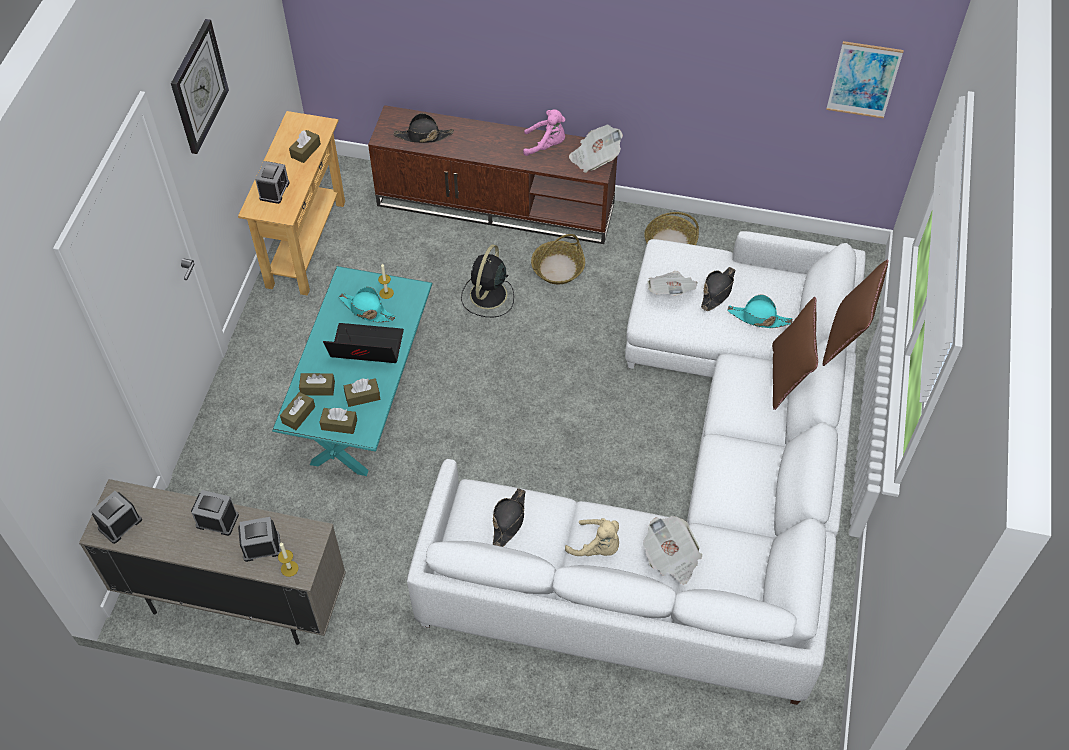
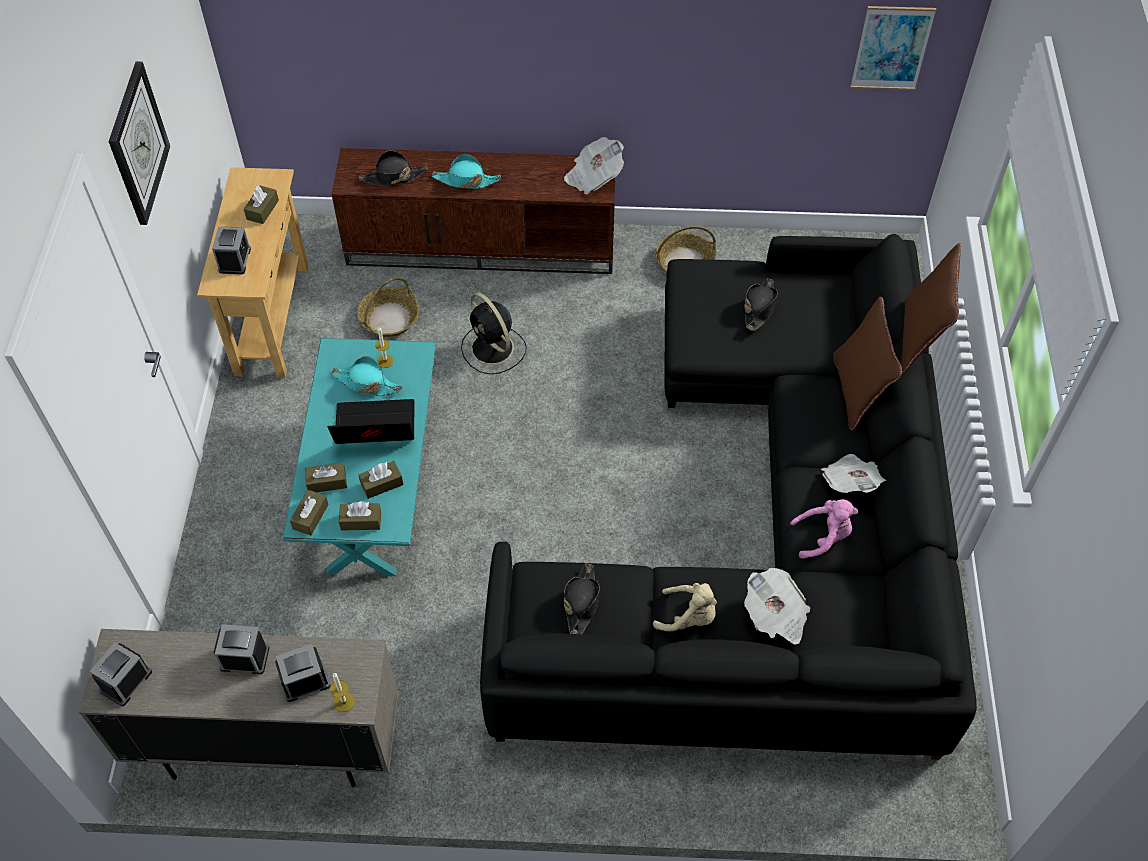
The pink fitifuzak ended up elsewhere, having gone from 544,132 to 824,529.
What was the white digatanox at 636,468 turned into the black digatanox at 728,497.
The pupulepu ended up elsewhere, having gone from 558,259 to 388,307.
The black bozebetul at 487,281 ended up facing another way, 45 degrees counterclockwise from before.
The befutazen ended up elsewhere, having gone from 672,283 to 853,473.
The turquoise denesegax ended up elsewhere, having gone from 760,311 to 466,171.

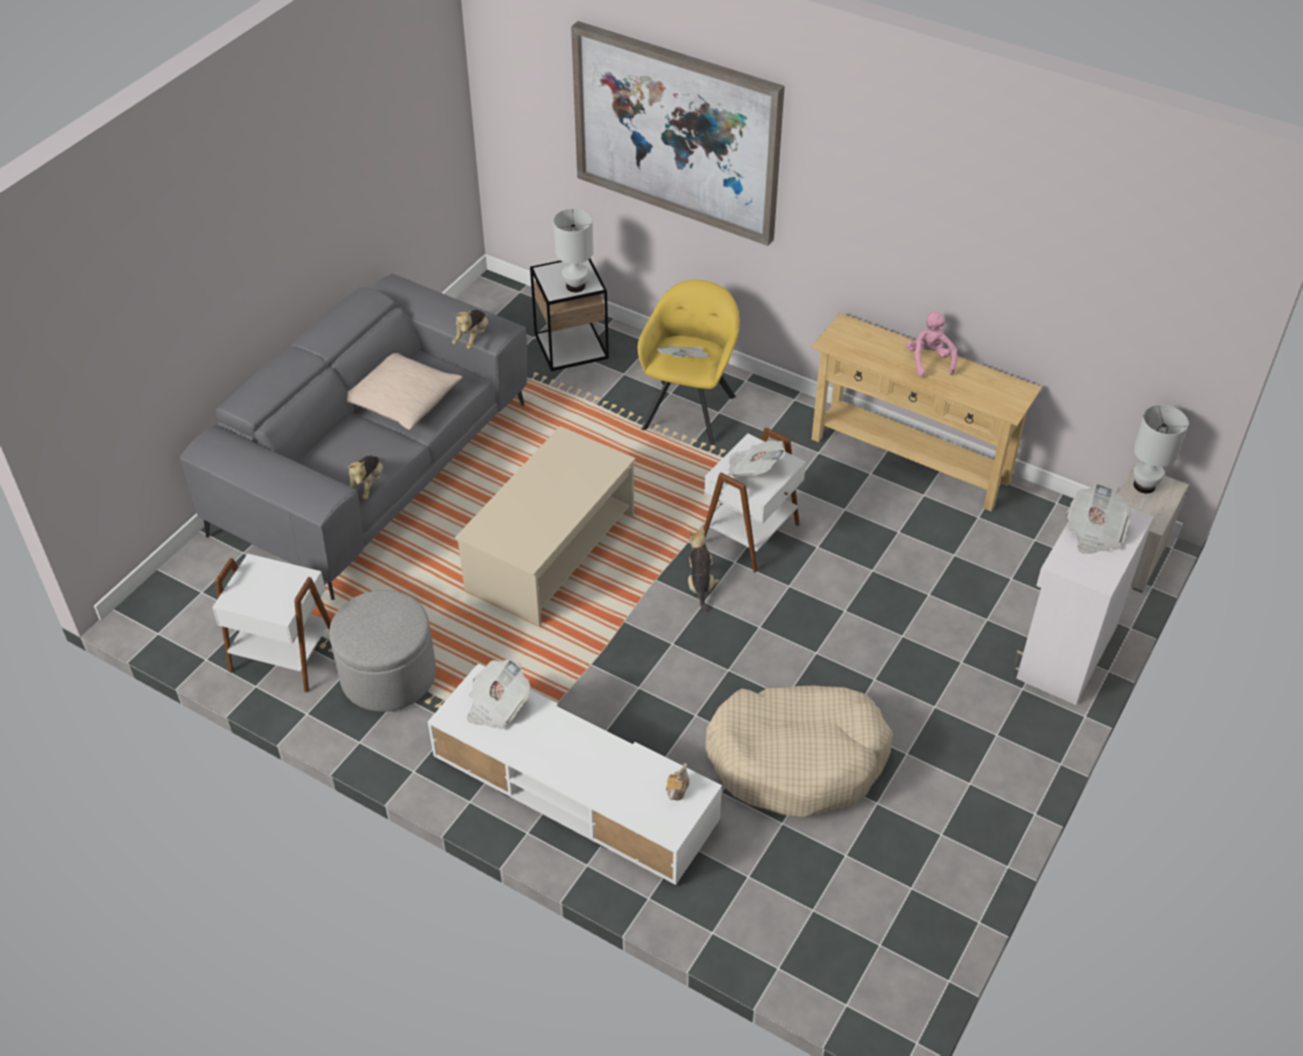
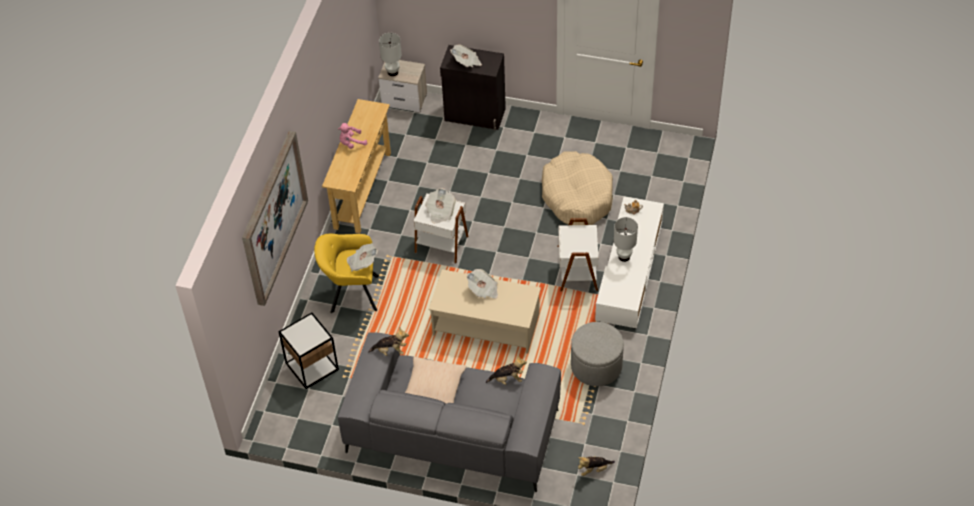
The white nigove ended up elsewhere, having gone from 573,250 to 626,239.
What was the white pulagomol at 1083,606 turned into the black pulagomol at 473,88.
The fitifuzak ended up elsewhere, having gone from 703,570 to 596,466.
The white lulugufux ended up elsewhere, having gone from 271,623 to 577,254.
The befutazen ended up elsewhere, having gone from 498,694 to 482,284.

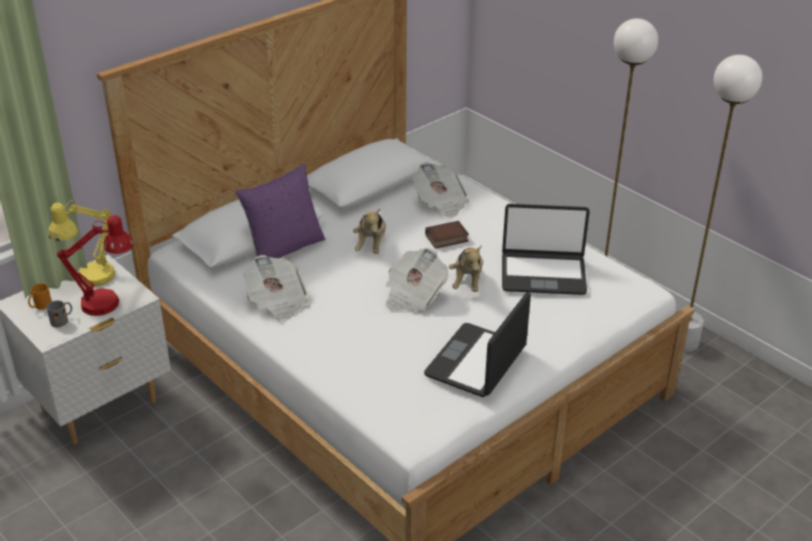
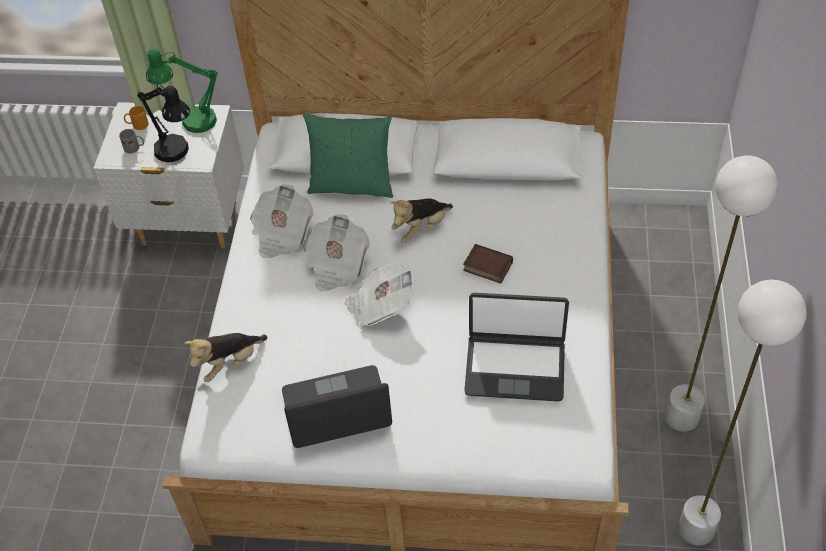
The befutazen ended up elsewhere, having gone from 441,190 to 337,252.
What was the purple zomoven at 280,210 turned into the green zomoven at 348,155.
What was the yellow nigove at 81,243 turned into the green nigove at 182,90.
The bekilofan at 546,249 ended up facing another way, 45 degrees counterclockwise from before.
What was the red nigove at 95,265 turned into the black nigove at 163,123.
The fitifuzak ended up elsewhere, having gone from 466,268 to 225,357.

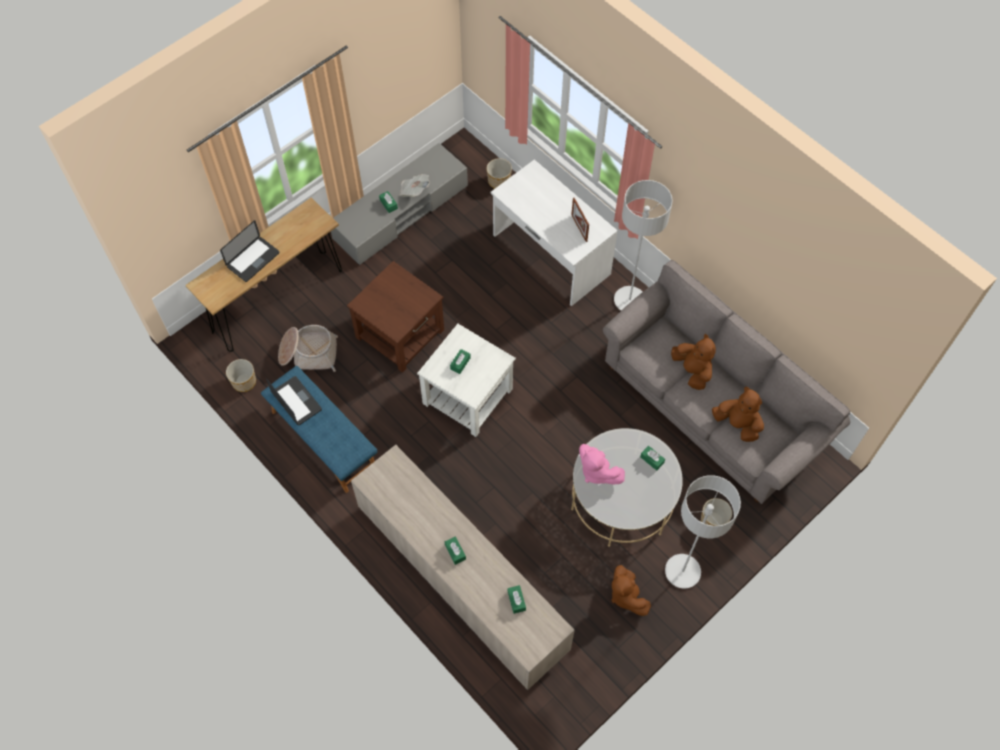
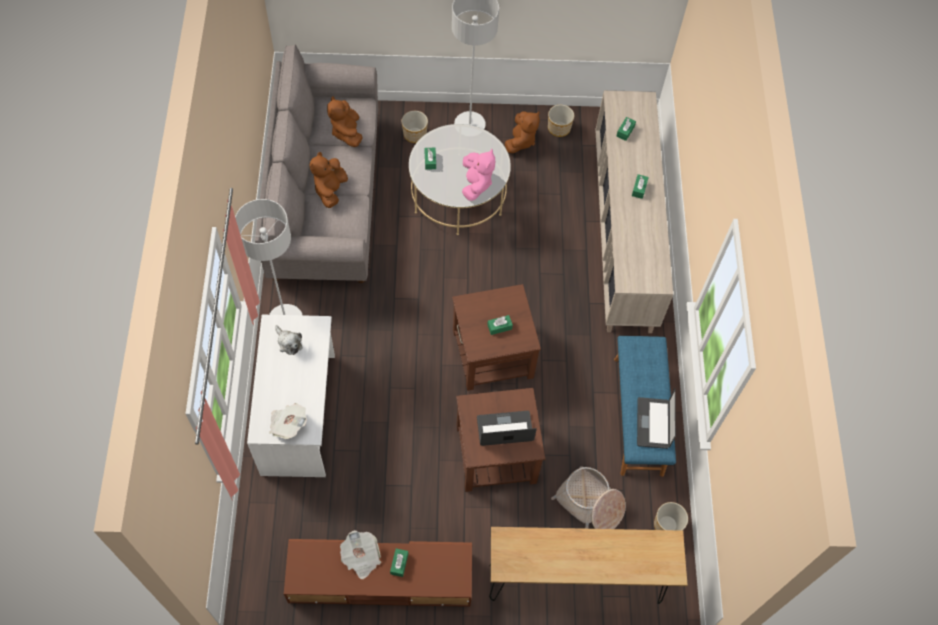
What was the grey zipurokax at 399,204 turned into the brown zipurokax at 378,573.
The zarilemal ended up elsewhere, having gone from 499,173 to 561,121.
Where the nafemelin stood at 580,220, the fitifuzak came to stand at 288,340.
The bekilofan ended up elsewhere, having gone from 250,251 to 507,428.
What was the white lulugufux at 466,380 turned into the brown lulugufux at 496,337.
The second view gained the befutazen at 288,421.

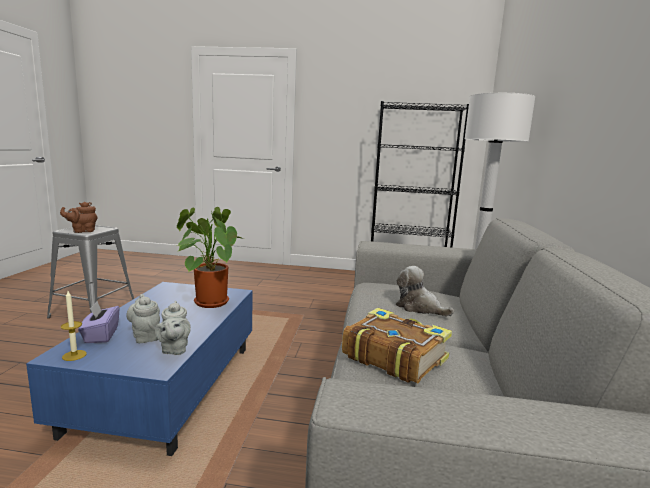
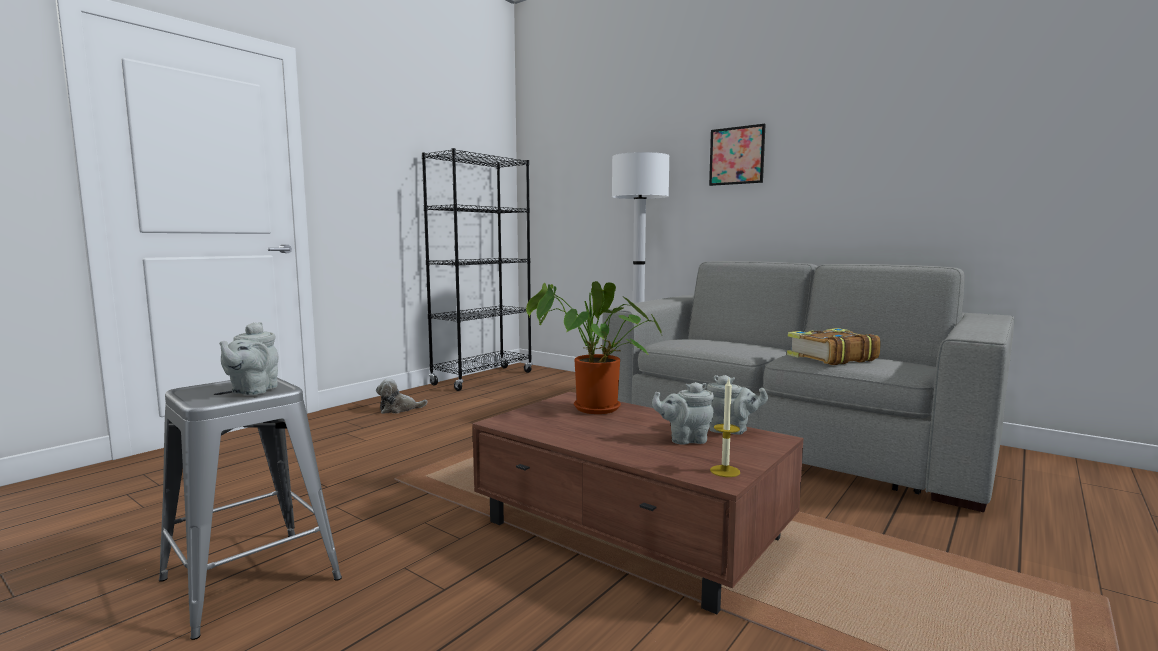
What was the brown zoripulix at 79,217 turned into the grey zoripulix at 249,358.
The fitifuzak ended up elsewhere, having gone from 424,291 to 402,396.
What was the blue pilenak at 139,369 turned into the brown pilenak at 637,503.
The second view lost the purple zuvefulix at 98,322.
The second view gained the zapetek at 737,155.

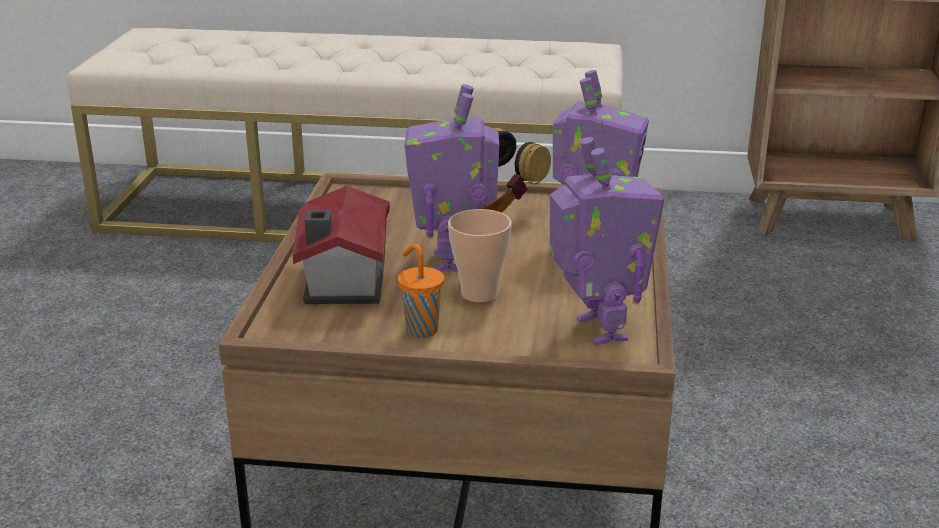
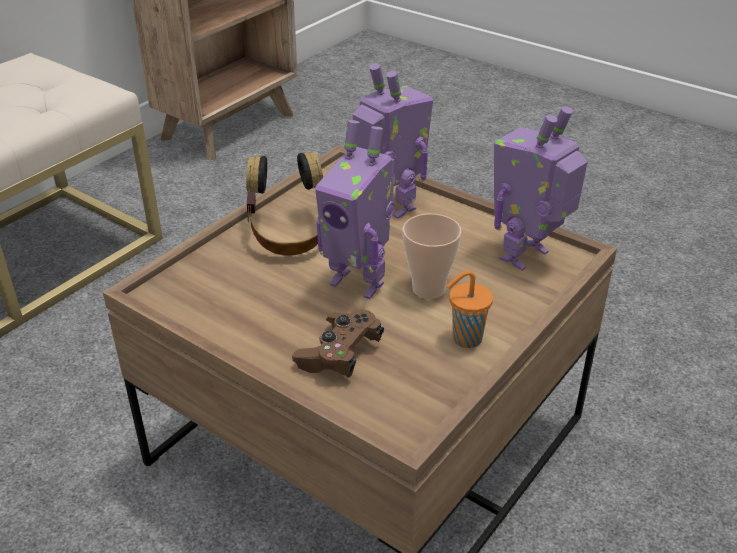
The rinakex at 607,241 ended up facing another way, 60 degrees counterclockwise from before.
Where the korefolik stood at 341,245, the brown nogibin came to stand at 338,343.

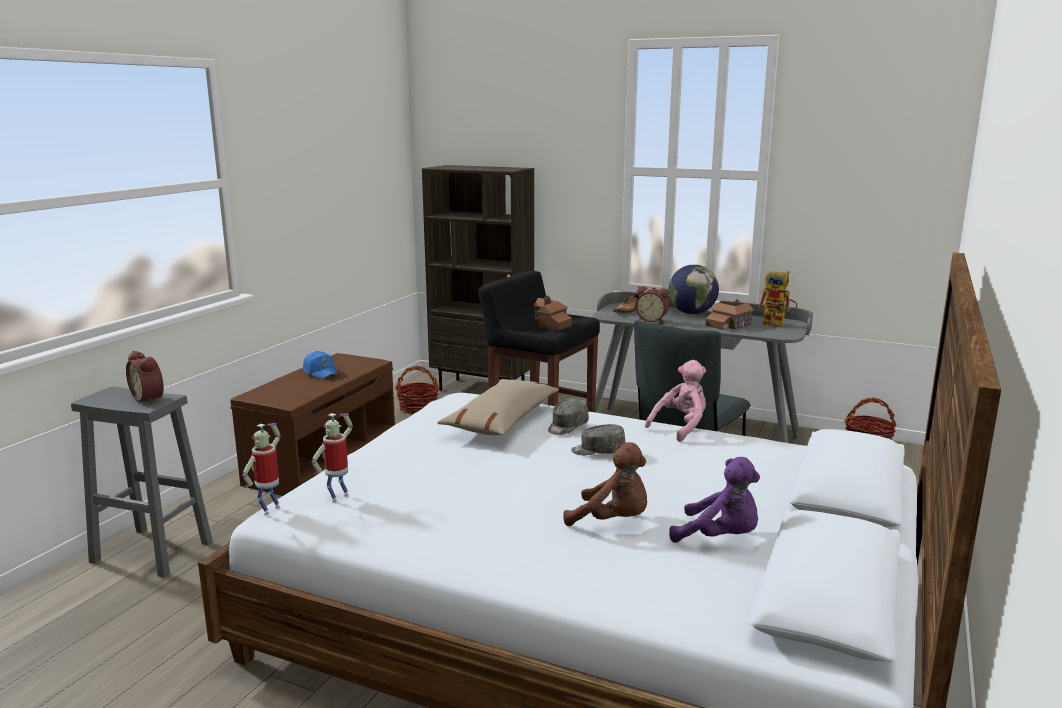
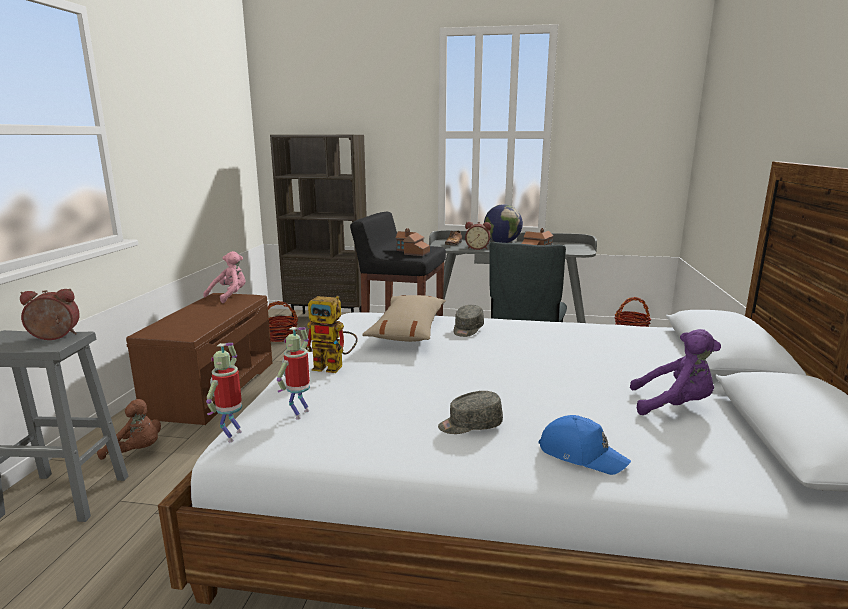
The rinakex ended up elsewhere, having gone from 777,299 to 332,334.
The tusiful at 145,377 ended up facing another way, 135 degrees clockwise from before.
The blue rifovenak ended up elsewhere, having gone from 320,365 to 585,445.
The pink fitifuzak ended up elsewhere, having gone from 675,401 to 224,277.
The grey rifovenak ended up elsewhere, having gone from 598,439 to 470,412.
The brown fitifuzak ended up elsewhere, having gone from 605,484 to 129,429.

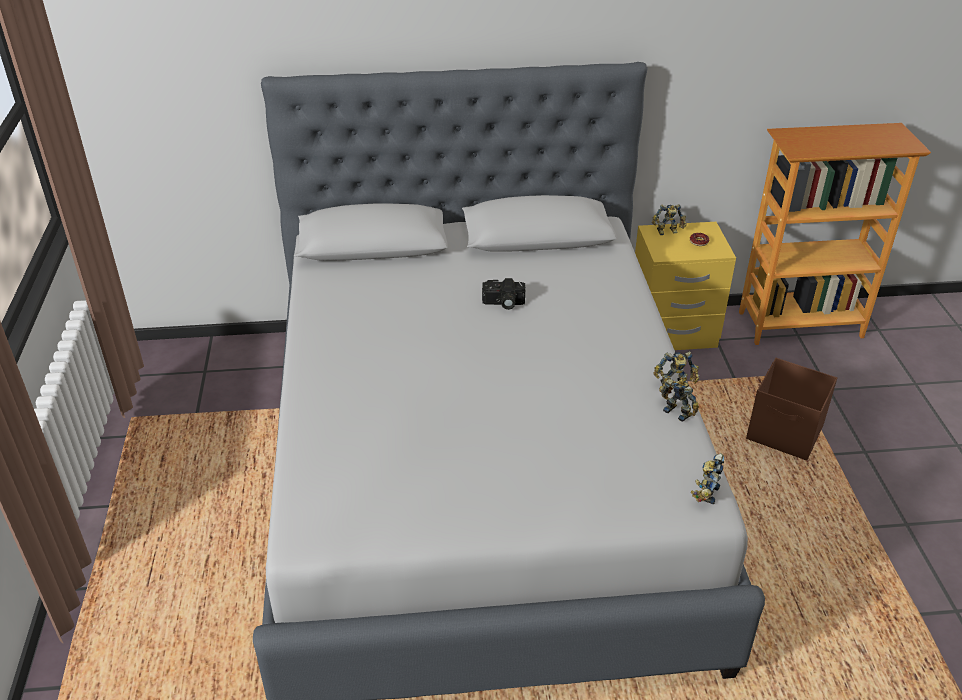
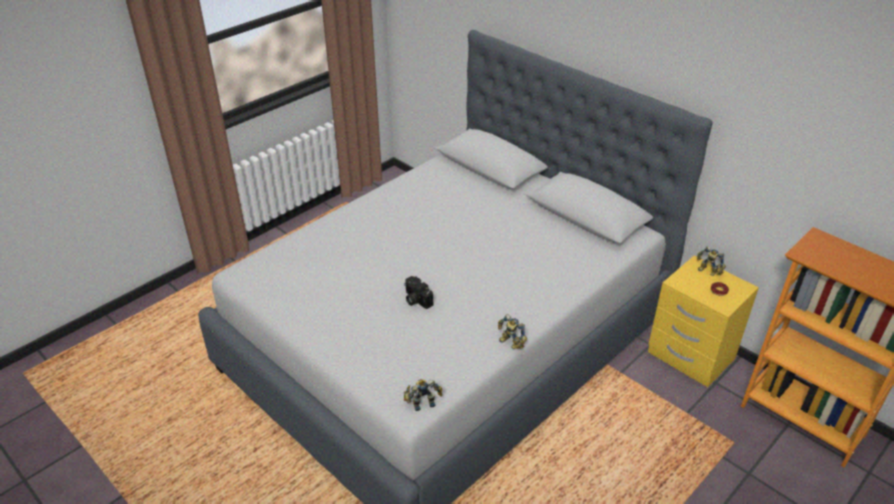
The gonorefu ended up elsewhere, having gone from 503,294 to 418,292.
The second view lost the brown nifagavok at 791,409.
The second view lost the rinakex at 679,400.

